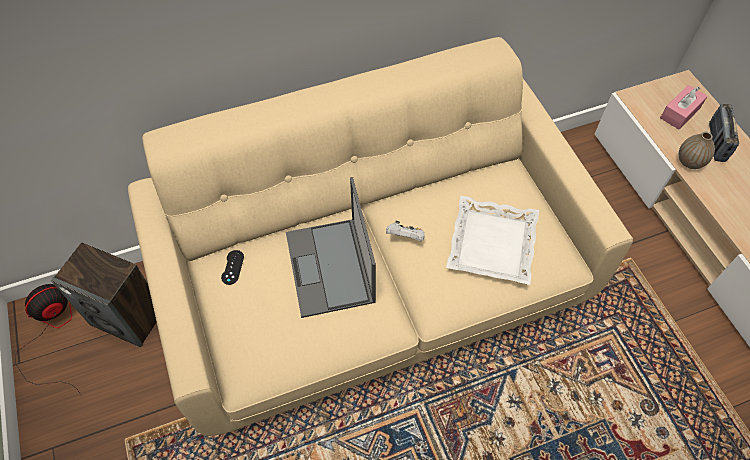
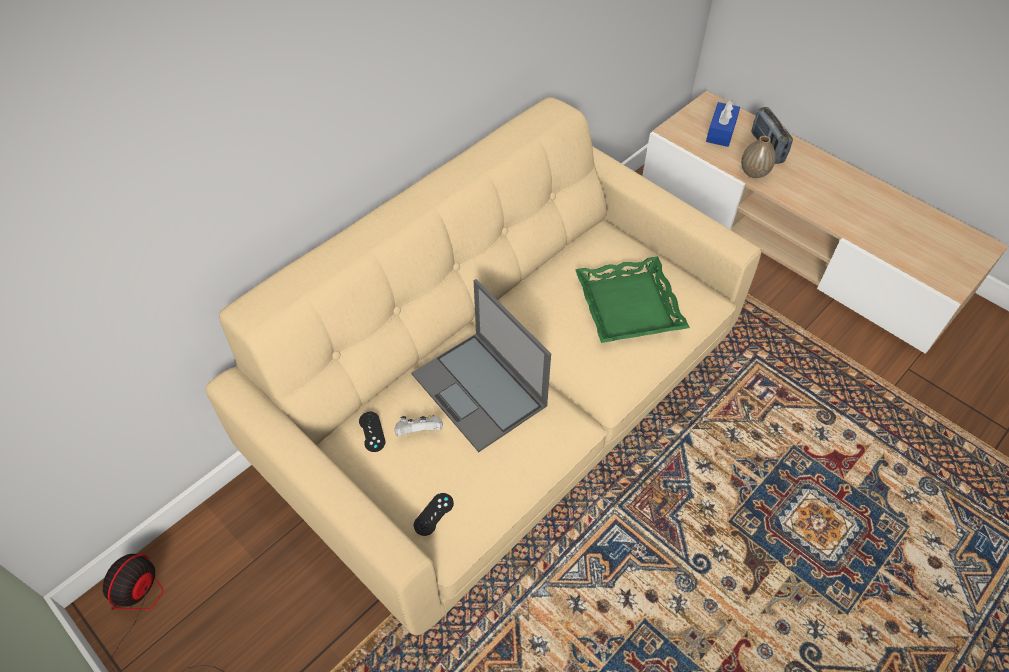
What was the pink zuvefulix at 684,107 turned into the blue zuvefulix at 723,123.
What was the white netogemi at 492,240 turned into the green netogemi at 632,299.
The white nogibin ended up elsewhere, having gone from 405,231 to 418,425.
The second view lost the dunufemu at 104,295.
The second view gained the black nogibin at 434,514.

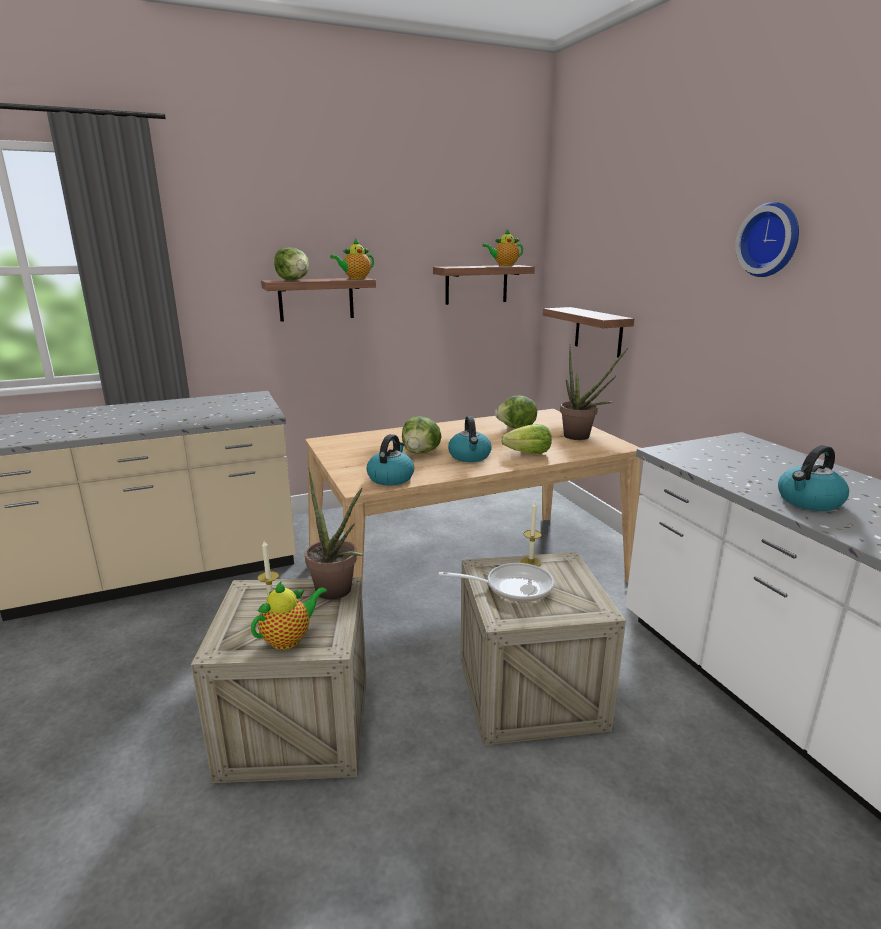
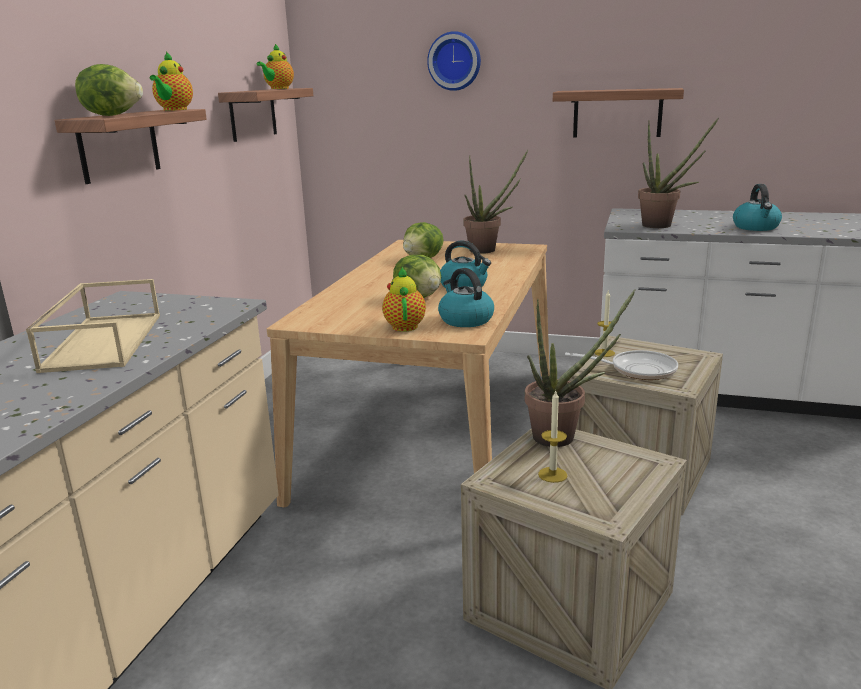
The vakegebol ended up elsewhere, having gone from 767,239 to 454,61.
The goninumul ended up elsewhere, having gone from 588,332 to 618,113.
The second view lost the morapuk at 526,439.
The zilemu at 496,582 ended up facing another way, 60 degrees clockwise from before.
The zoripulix ended up elsewhere, having gone from 289,616 to 404,299.
The second view gained the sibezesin at 678,173.
The second view gained the beige netogemi at 93,326.

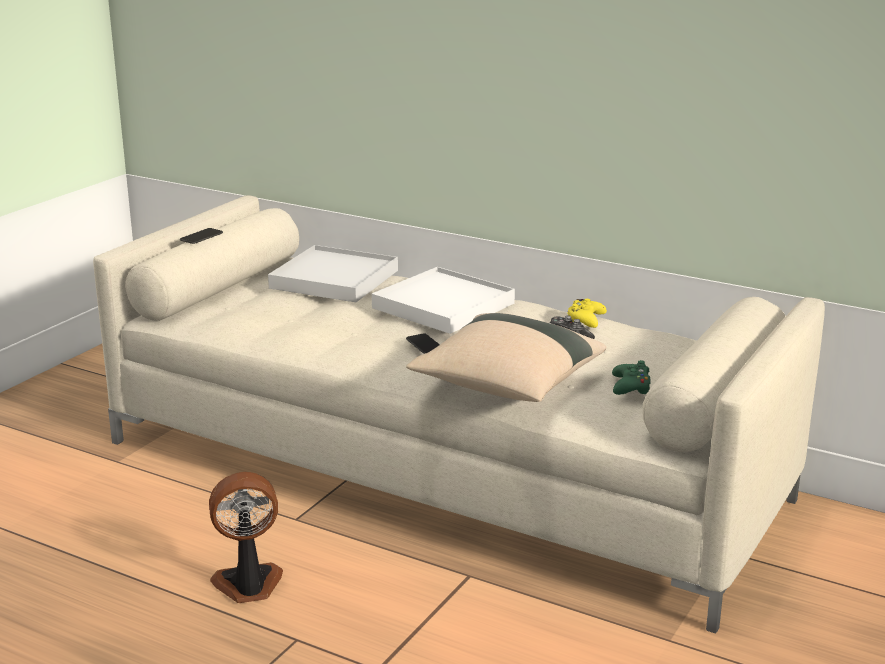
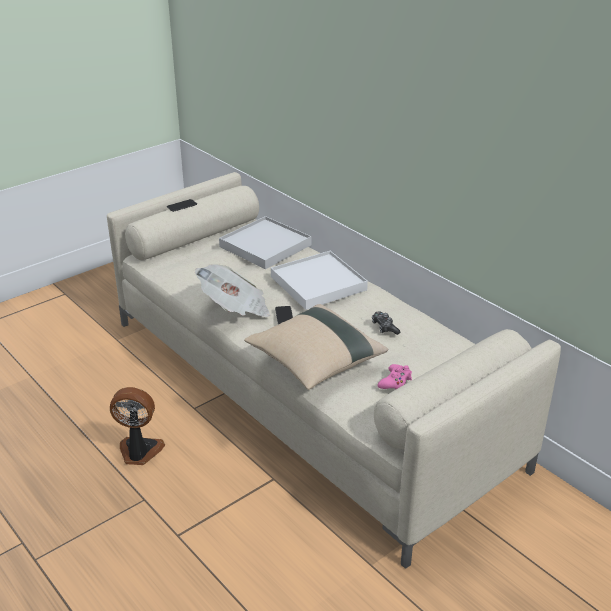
The second view lost the yellow nogibin at 587,313.
What was the green nogibin at 631,377 turned into the pink nogibin at 395,376.
The second view gained the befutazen at 232,290.

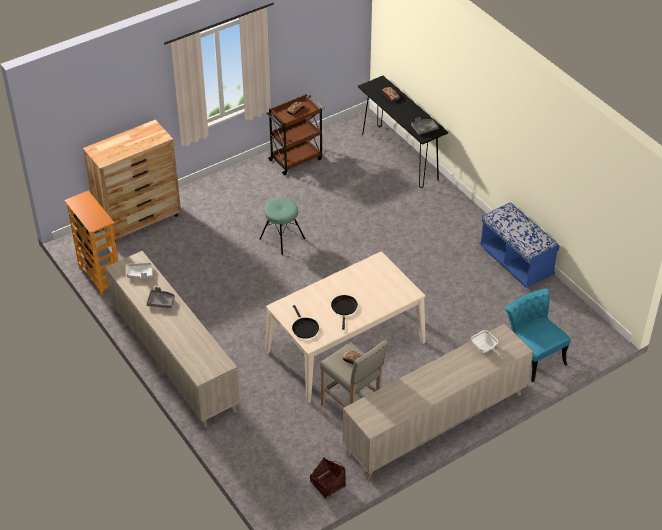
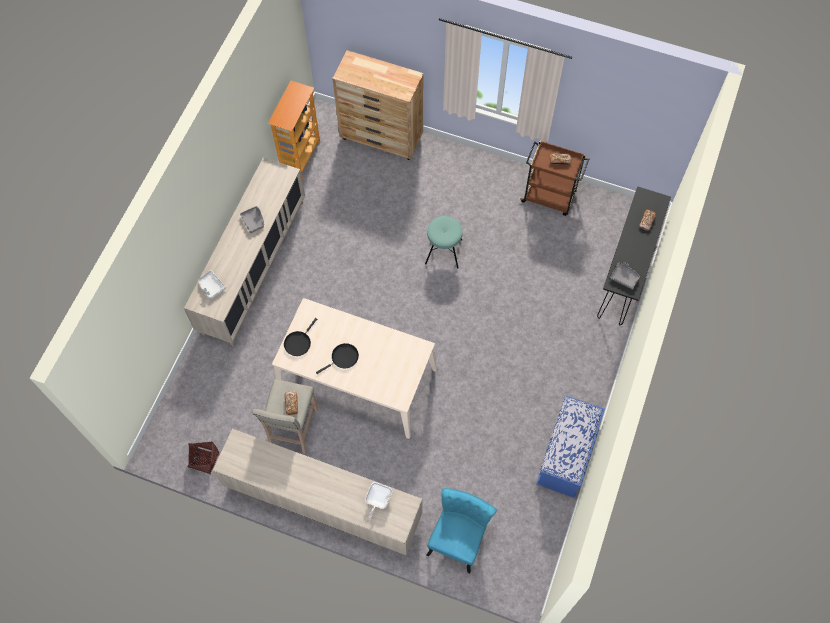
The grey netogemi ended up elsewhere, having gone from 139,270 to 212,284.

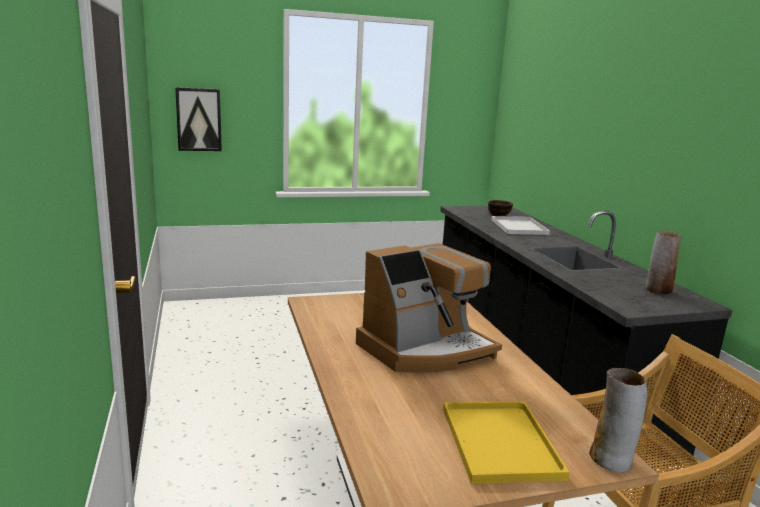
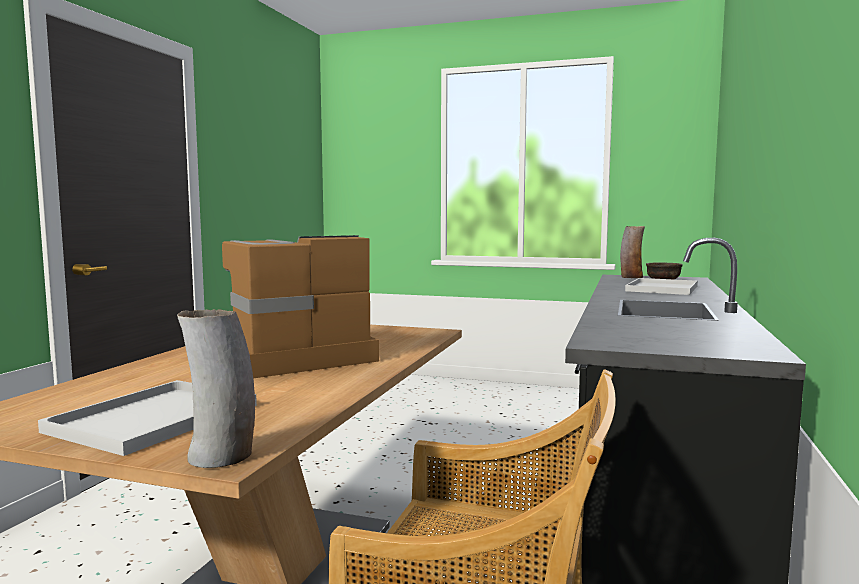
The second view lost the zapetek at 198,119.
The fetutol ended up elsewhere, having gone from 663,262 to 632,252.
The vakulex at 429,307 ended up facing another way, 150 degrees clockwise from before.
What was the yellow netogemi at 506,442 turned into the white netogemi at 147,418.

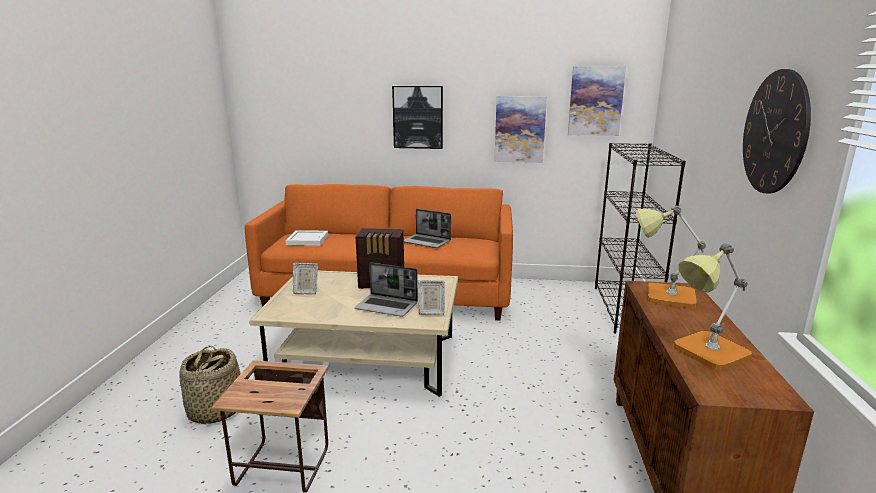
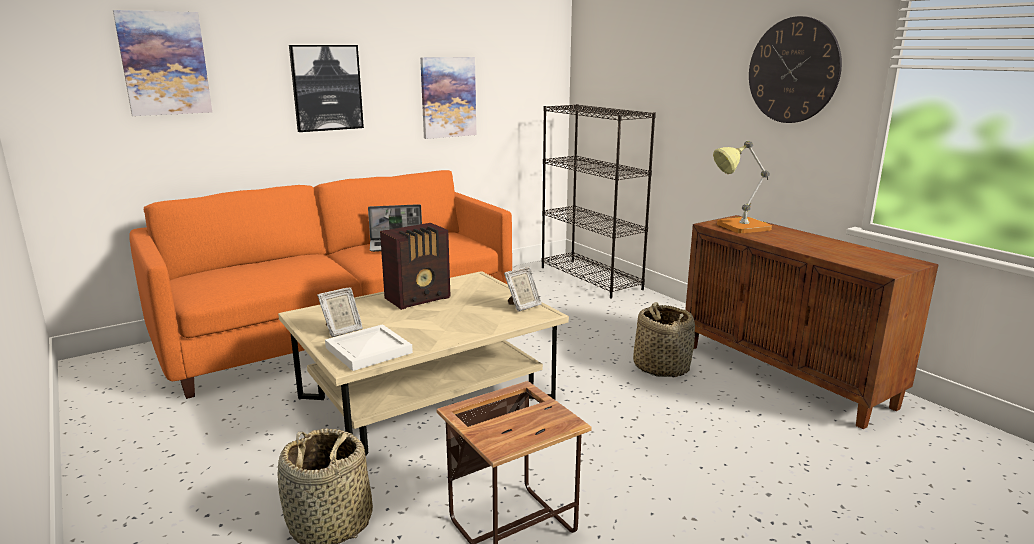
The zapetek ended up elsewhere, having gone from 597,101 to 162,63.
The white netogemi ended up elsewhere, having gone from 306,238 to 369,347.
The second view lost the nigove at 712,307.
The second view lost the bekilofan at 386,290.
The second view gained the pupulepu at 664,339.

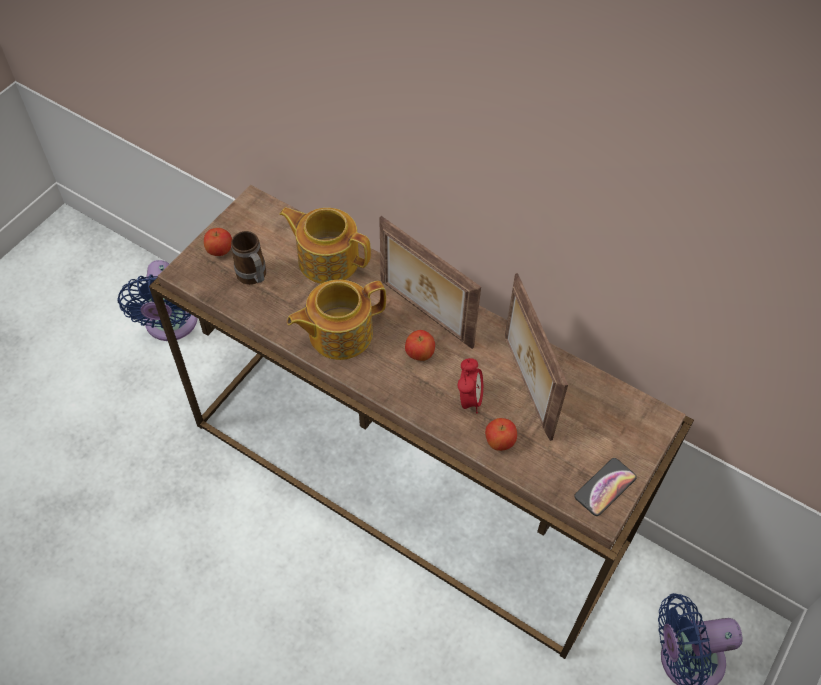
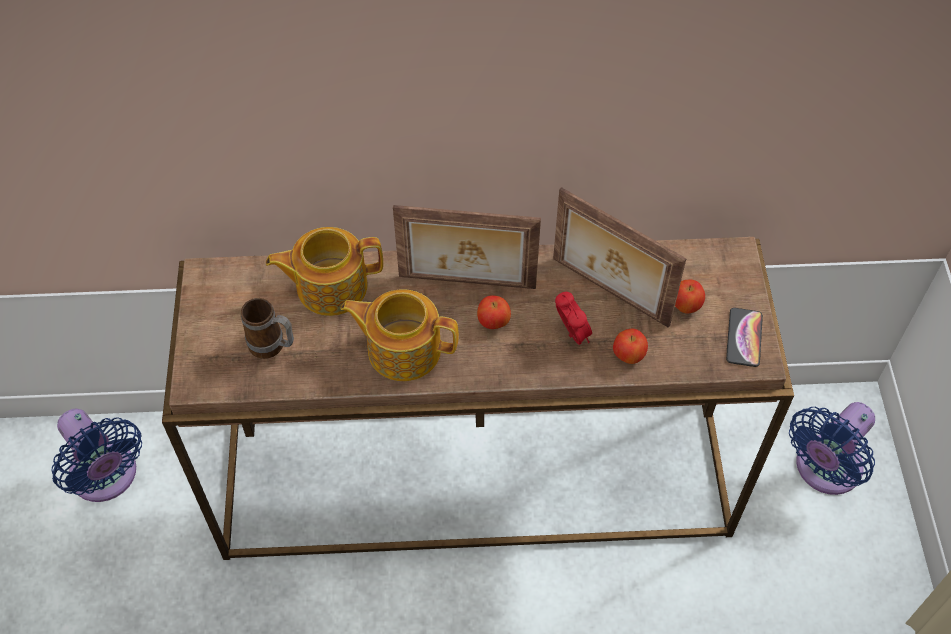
The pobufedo ended up elsewhere, having gone from 218,242 to 690,297.
The zoripulix at 336,320 ended up facing another way, 75 degrees clockwise from before.

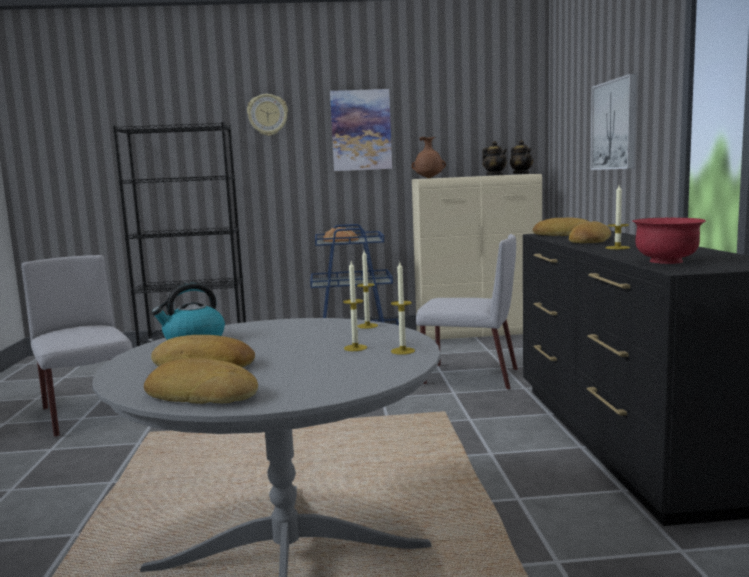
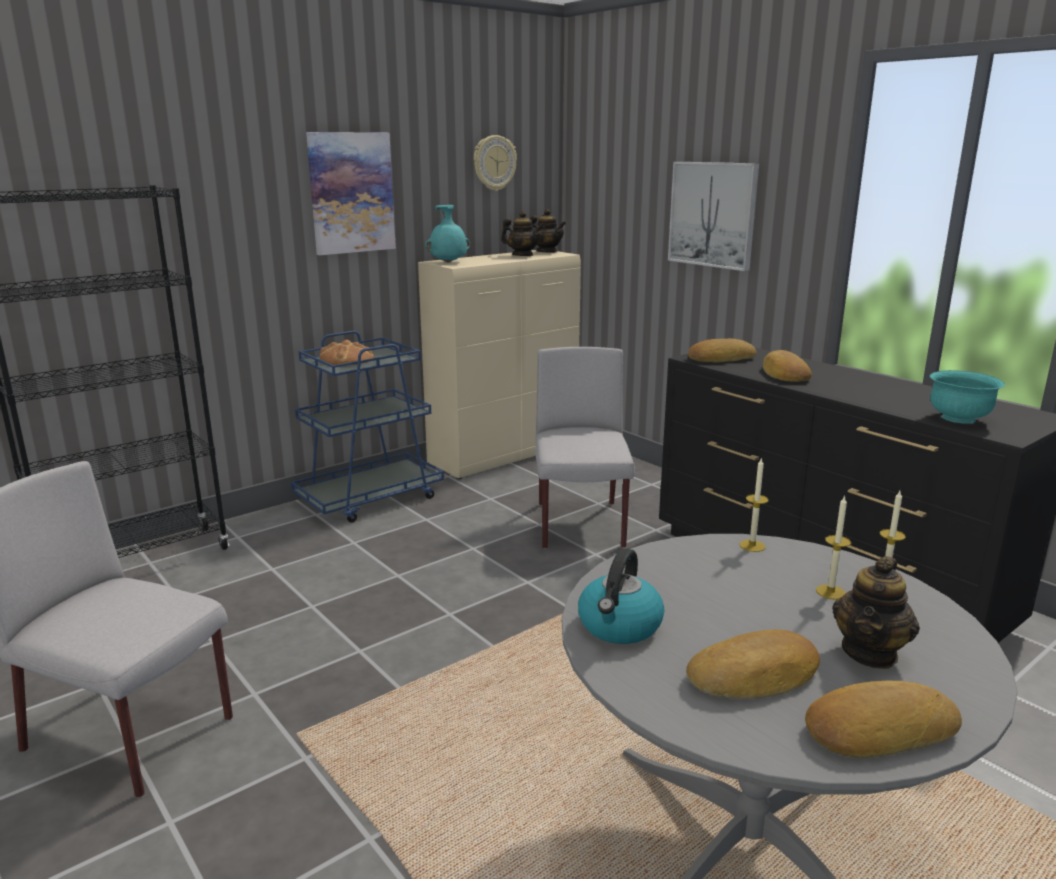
The vakegebol ended up elsewhere, having gone from 267,115 to 495,163.
What was the brown fetutol at 429,157 turned into the turquoise fetutol at 447,233.
The second view lost the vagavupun at 617,217.
What was the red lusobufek at 669,241 turned into the turquoise lusobufek at 967,397.
The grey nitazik at 467,312 ended up facing another way, 75 degrees counterclockwise from before.
The second view gained the zoripulix at 876,612.

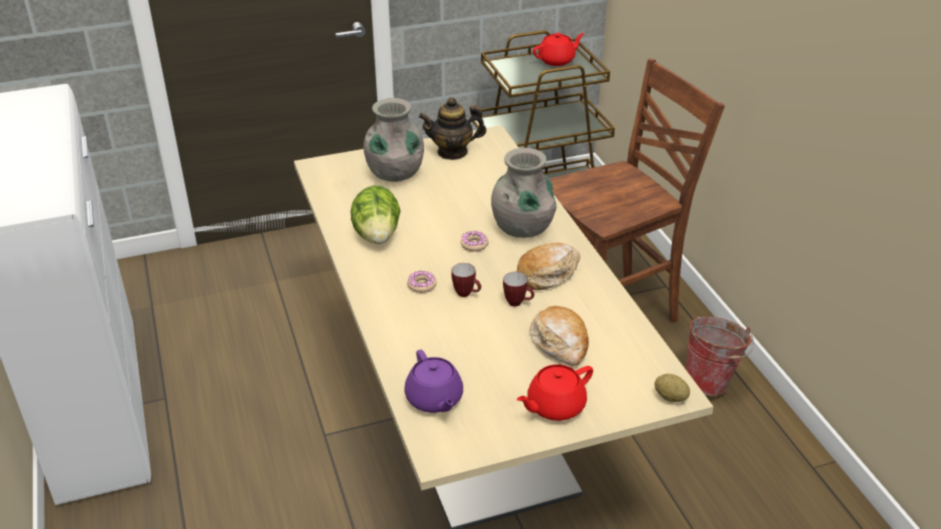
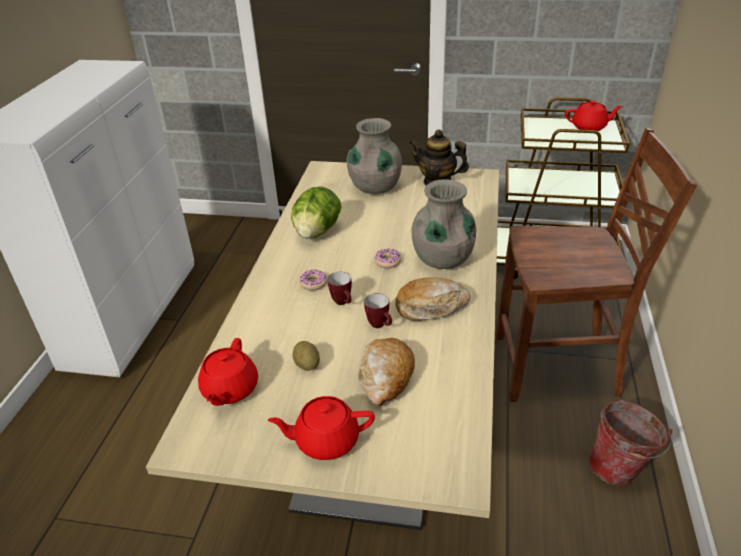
What was the purple zoripulix at 433,381 turned into the red zoripulix at 228,372.
The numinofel ended up elsewhere, having gone from 672,388 to 306,356.

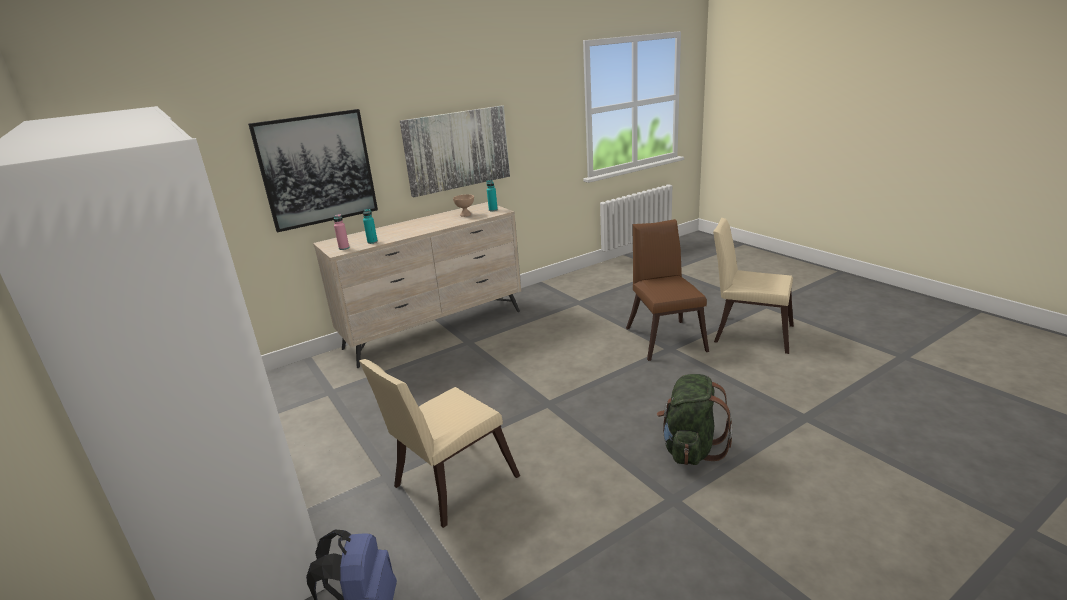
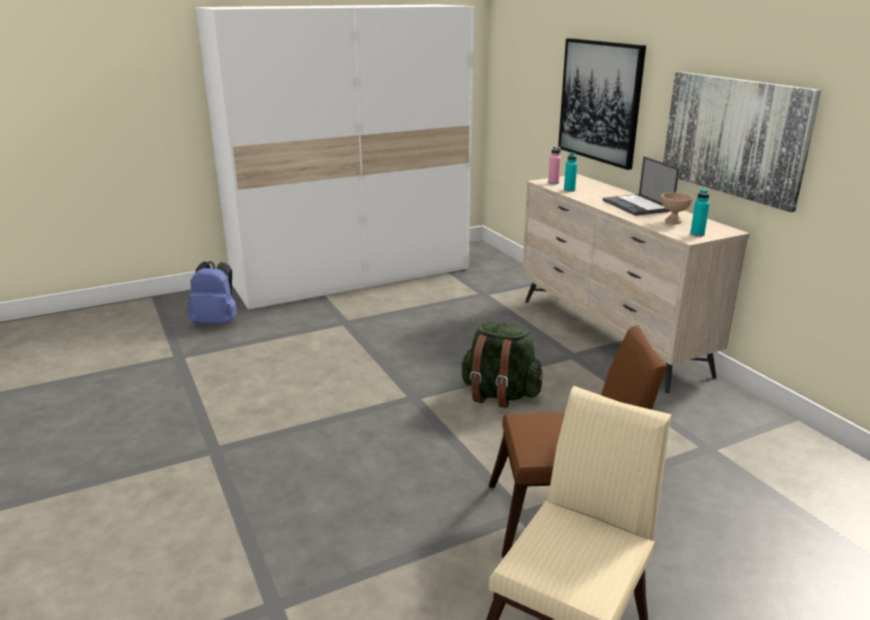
The second view lost the beige nitazik at 439,443.
The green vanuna ended up elsewhere, having gone from 695,419 to 501,365.
The second view gained the bekilofan at 641,186.

